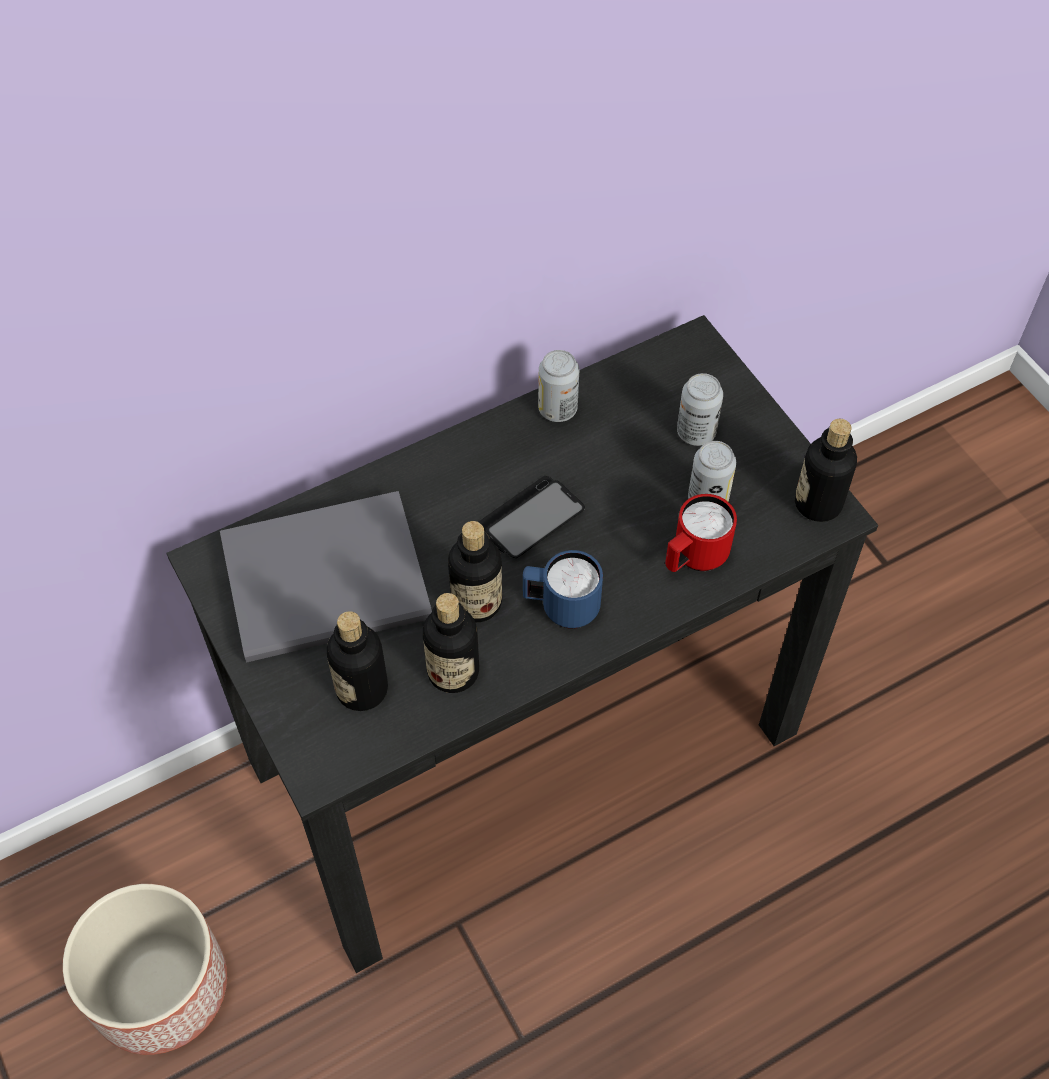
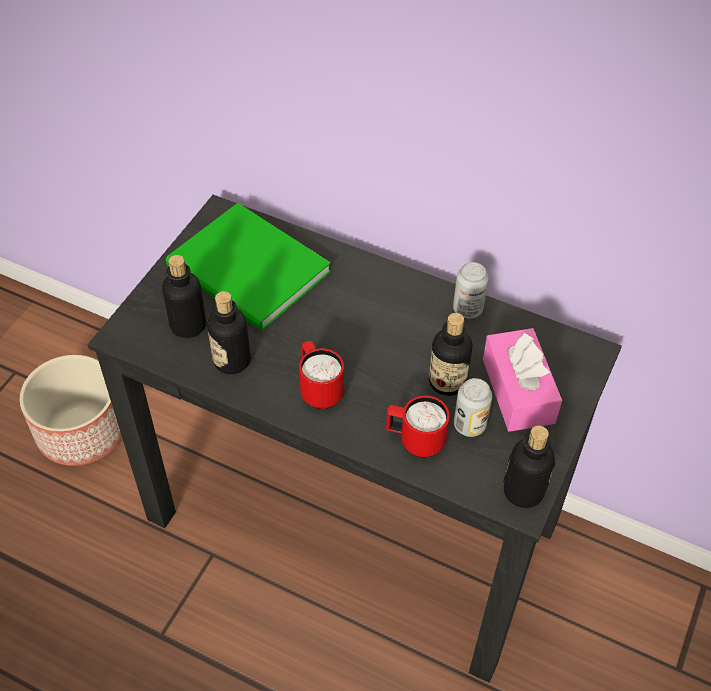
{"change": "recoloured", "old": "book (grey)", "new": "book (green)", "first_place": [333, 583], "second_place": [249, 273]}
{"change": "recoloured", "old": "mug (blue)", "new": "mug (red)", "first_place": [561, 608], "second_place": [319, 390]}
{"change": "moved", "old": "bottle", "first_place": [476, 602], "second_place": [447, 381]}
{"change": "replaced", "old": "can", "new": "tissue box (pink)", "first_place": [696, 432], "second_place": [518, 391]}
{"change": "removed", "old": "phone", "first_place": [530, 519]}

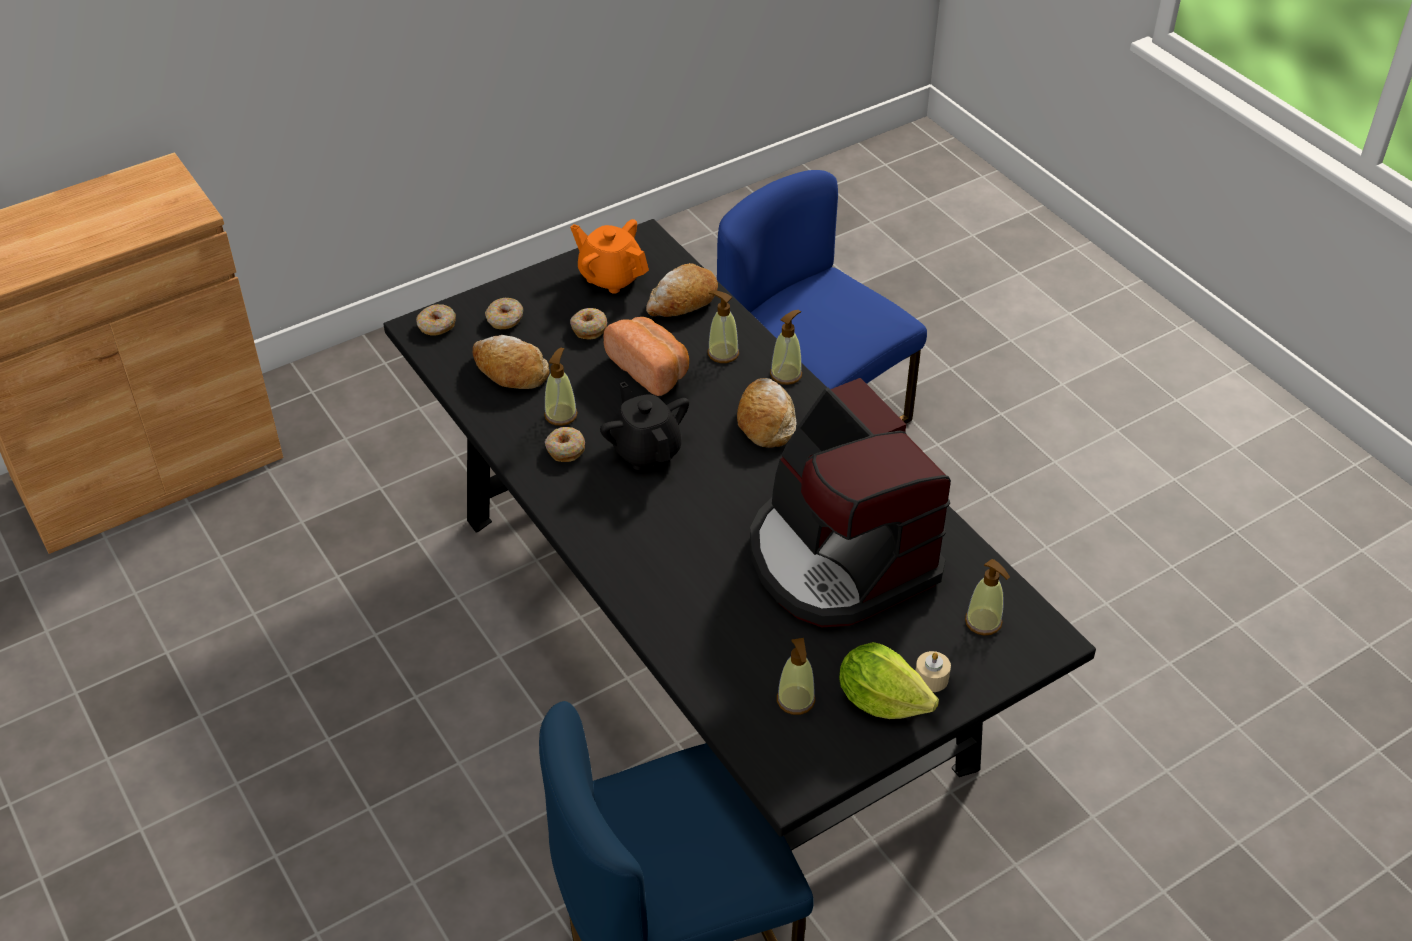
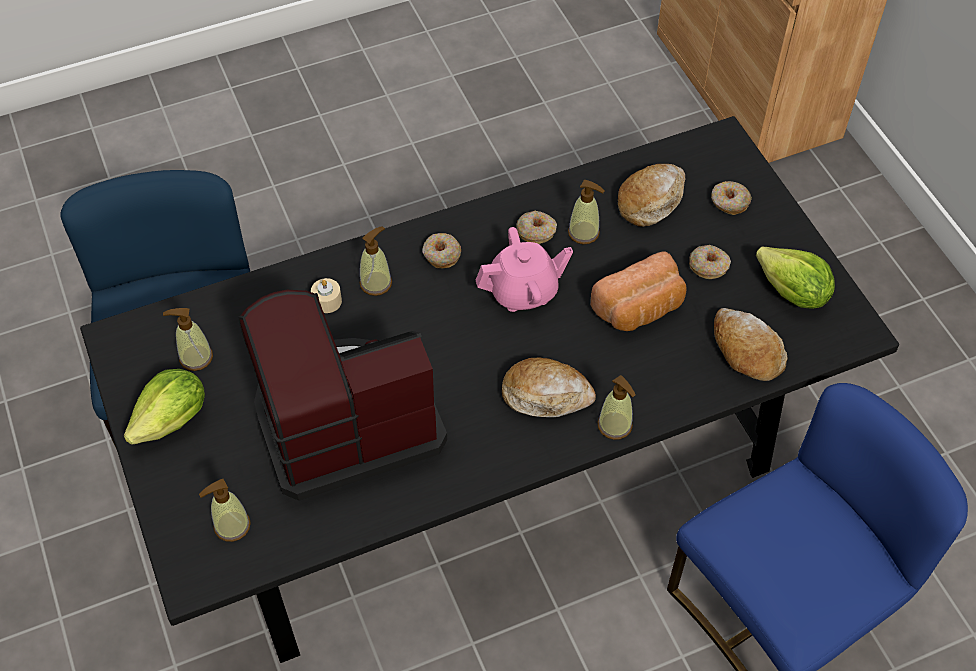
{"change": "moved", "old": "candle (beige)", "first_place": [931, 678], "second_place": [327, 301]}
{"change": "moved", "old": "soap dispenser", "first_place": [723, 353], "second_place": [376, 283]}
{"change": "moved", "old": "donut", "first_place": [437, 326], "second_place": [441, 255]}
{"change": "recoloured", "old": "teapot (black)", "new": "teapot (pink)", "first_place": [646, 450], "second_place": [523, 291]}
{"change": "replaced", "old": "teapot (orange)", "new": "lettuce", "first_place": [611, 277], "second_place": [792, 293]}

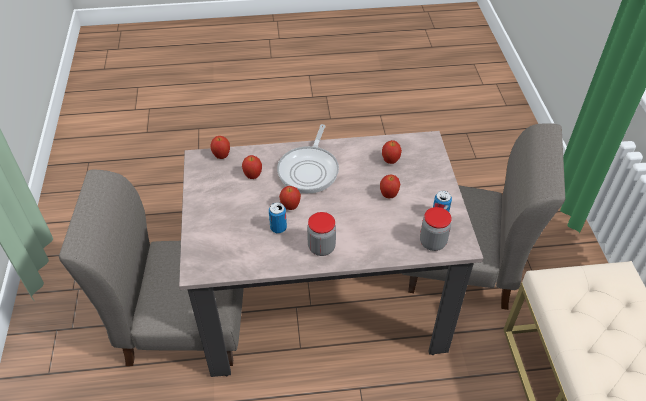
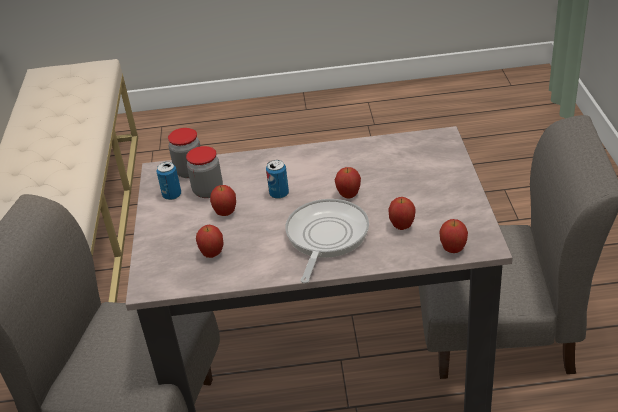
{"change": "moved", "old": "jar", "first_place": [321, 247], "second_place": [208, 191]}
{"change": "moved", "old": "can", "first_place": [278, 228], "second_place": [279, 194]}

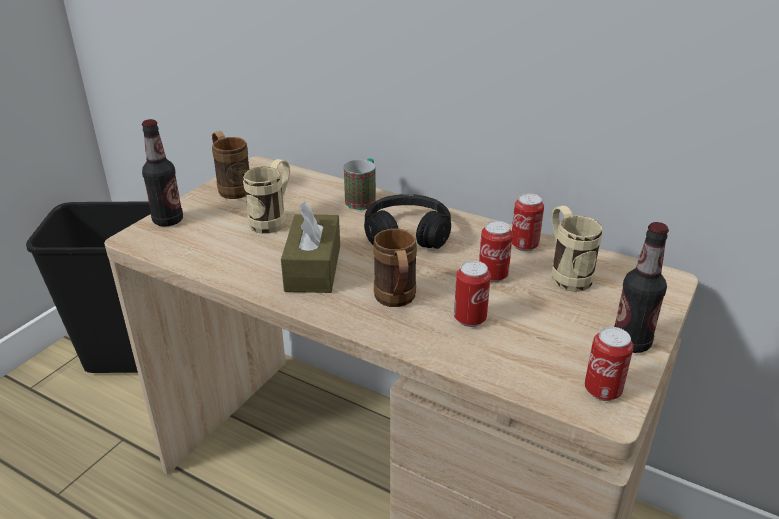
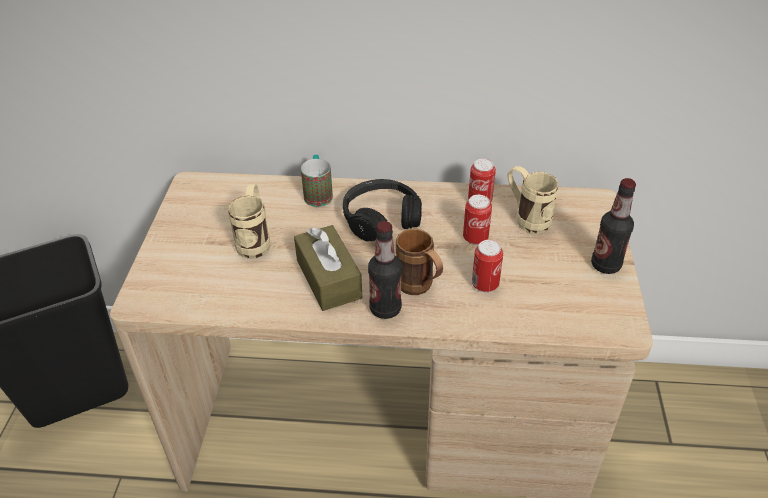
{"change": "moved", "old": "bottle", "first_place": [168, 220], "second_place": [385, 309]}
{"change": "removed", "old": "mug (brown)", "first_place": [231, 188]}
{"change": "removed", "old": "can", "first_place": [602, 391]}

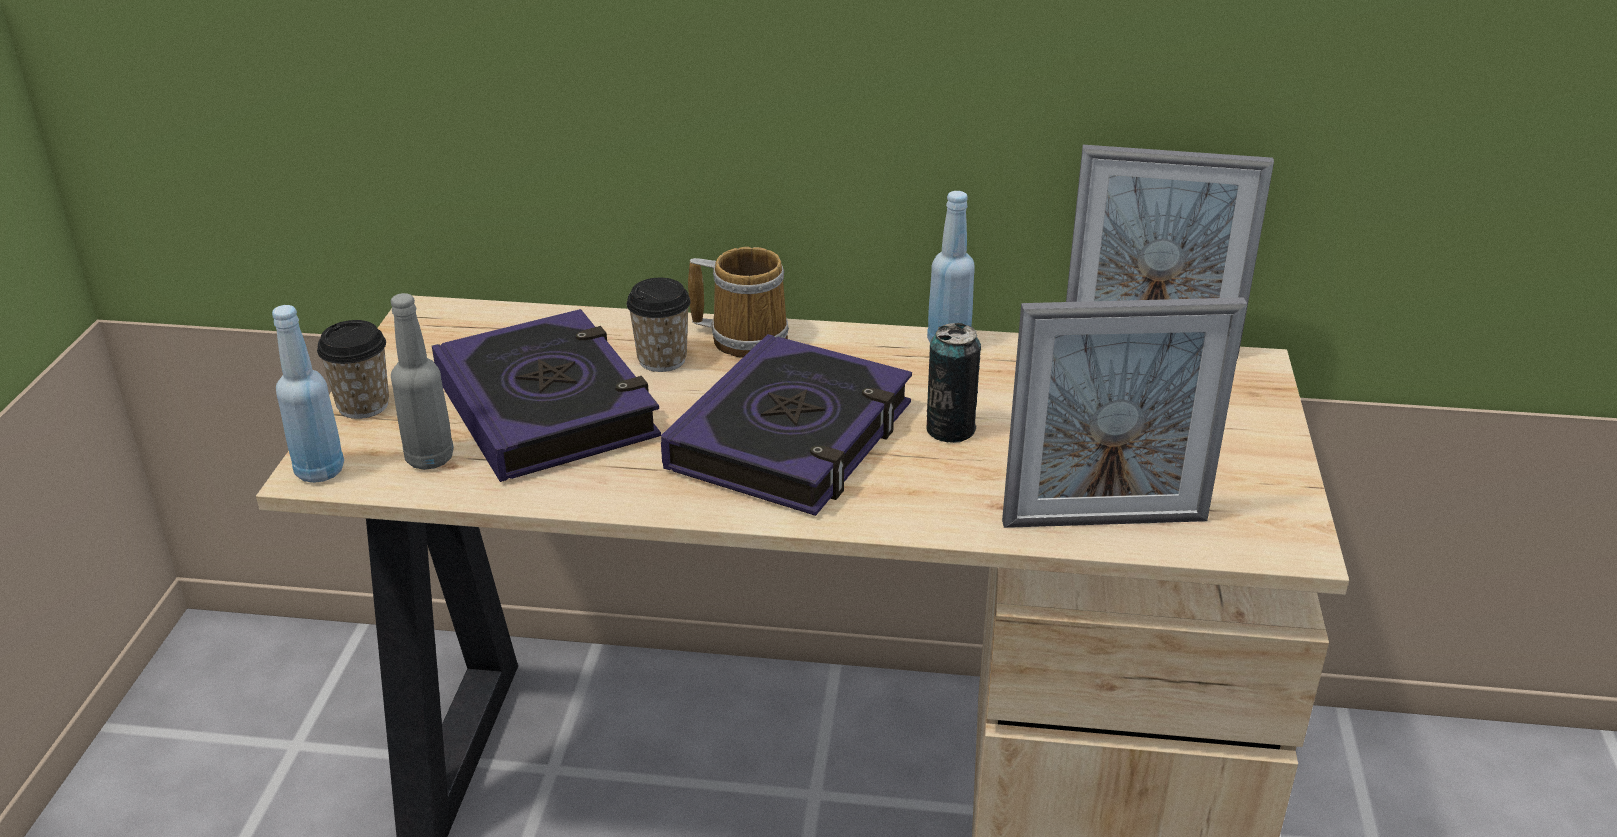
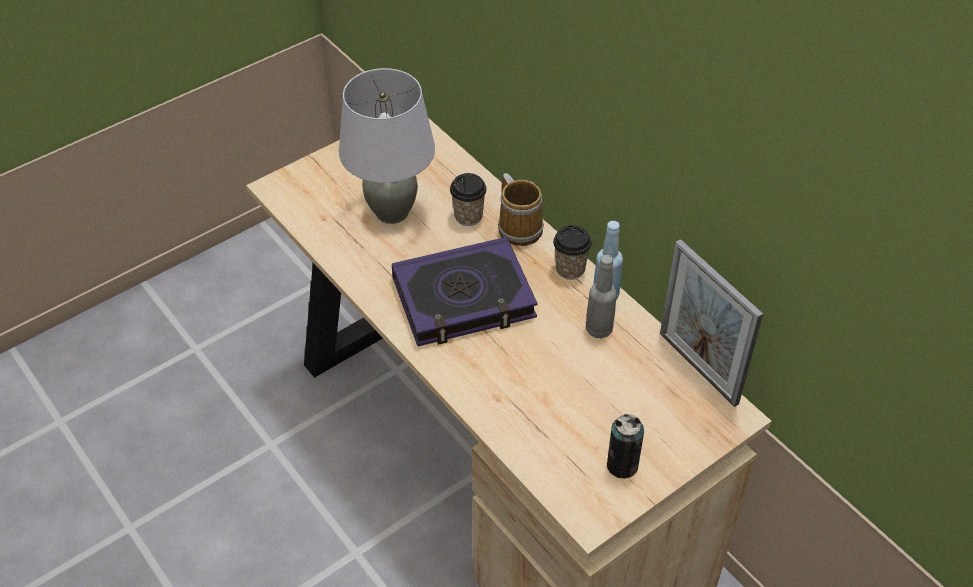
{"change": "replaced", "old": "book", "new": "table lamp (grey)", "first_place": [547, 407], "second_place": [391, 212]}
{"change": "moved", "old": "cup", "first_place": [363, 405], "second_place": [570, 269]}
{"change": "moved", "old": "bottle (grey)", "first_place": [429, 458], "second_place": [599, 329]}
{"change": "moved", "old": "can", "first_place": [950, 429], "second_place": [622, 465]}
{"change": "removed", "old": "bottle (blue)", "first_place": [319, 471]}
{"change": "removed", "old": "picture frame", "first_place": [1104, 521]}

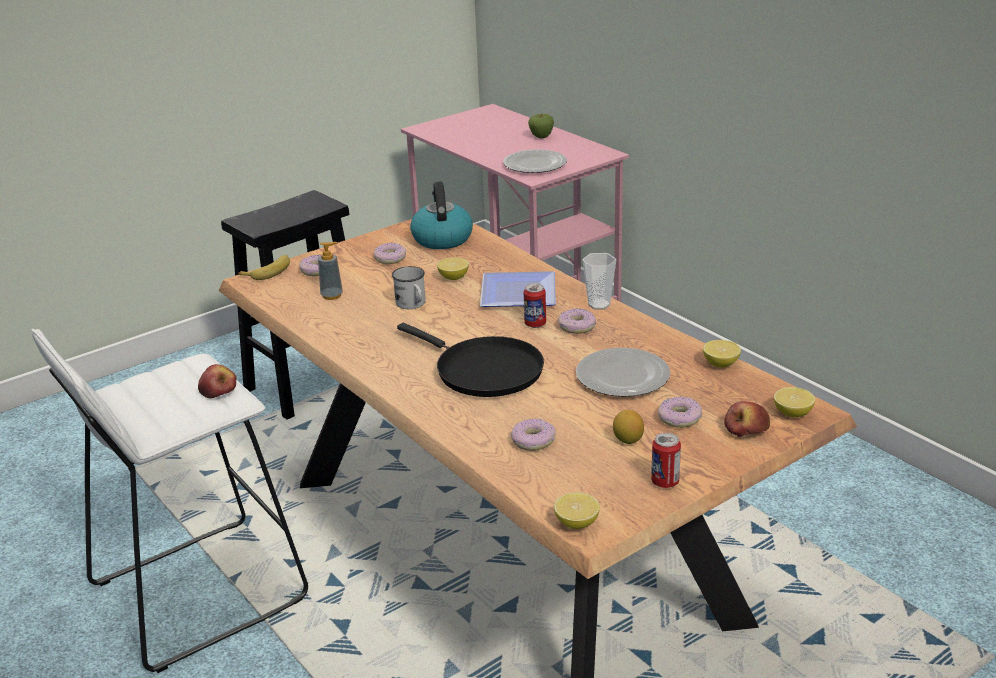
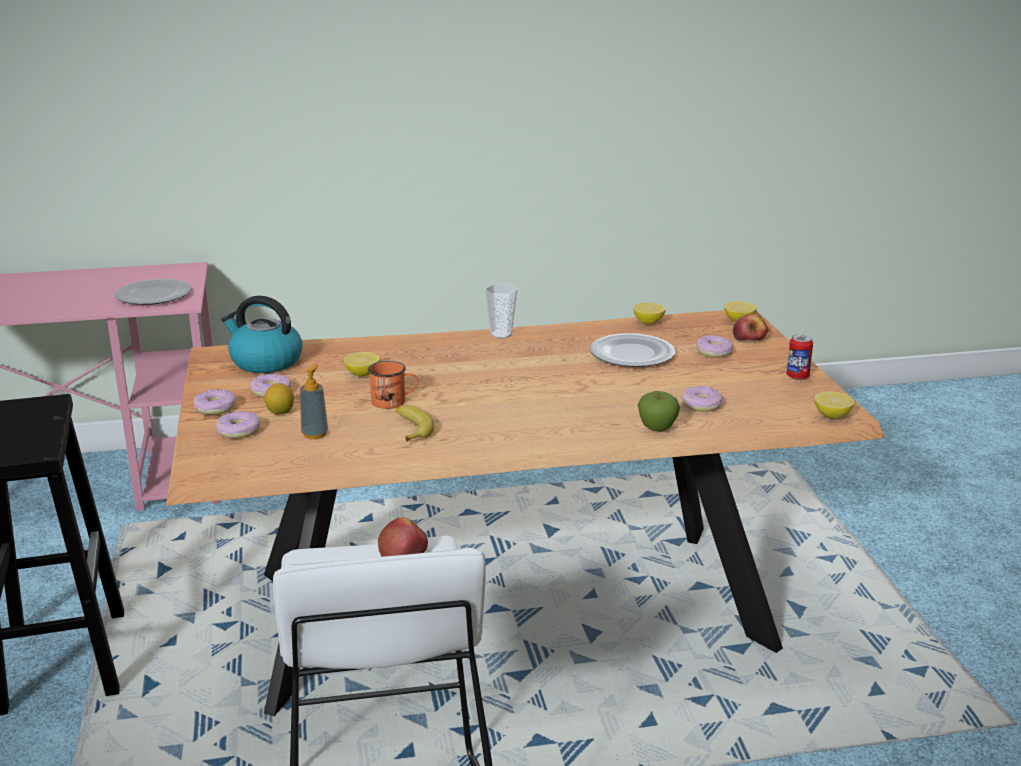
{"change": "moved", "old": "donut", "first_place": [576, 327], "second_place": [215, 408]}
{"change": "moved", "old": "lemon", "first_place": [628, 440], "second_place": [280, 412]}
{"change": "recoloured", "old": "mug (white)", "new": "mug (orange)", "first_place": [412, 305], "second_place": [394, 401]}
{"change": "moved", "old": "banana", "first_place": [269, 272], "second_place": [411, 428]}
{"change": "moved", "old": "apple", "first_place": [541, 137], "second_place": [657, 428]}
{"change": "removed", "old": "frying pan (black)", "first_place": [483, 371]}
{"change": "removed", "old": "plate", "first_place": [521, 294]}
{"change": "removed", "old": "can", "first_place": [535, 324]}

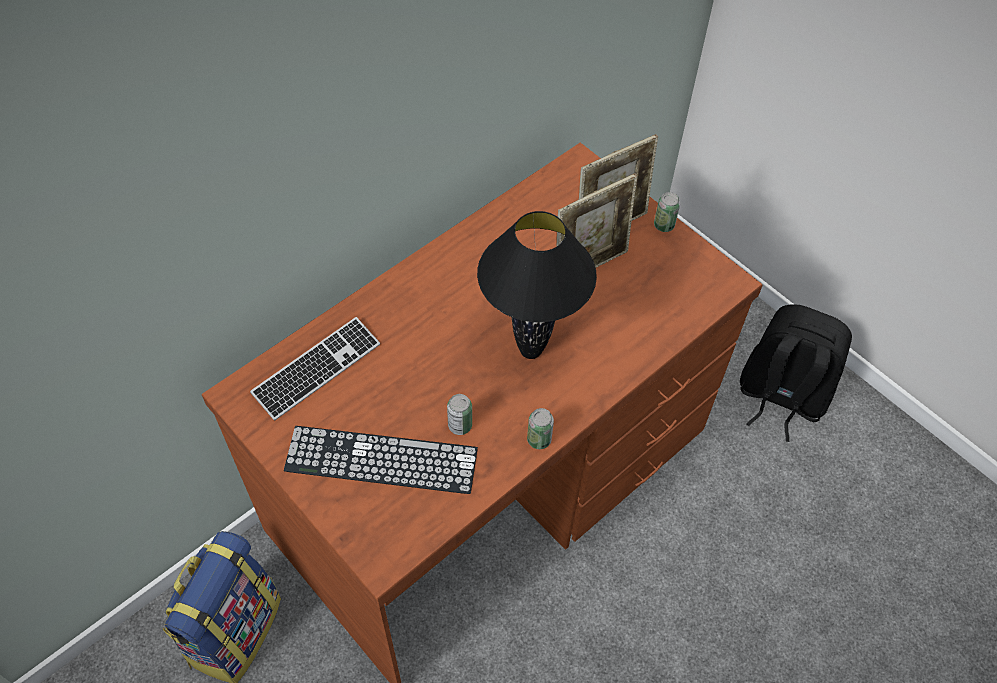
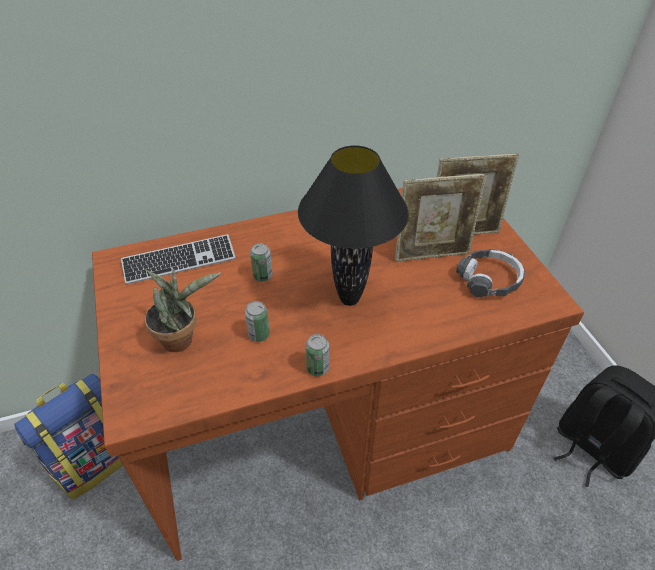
{"change": "replaced", "old": "keyboard", "new": "potted plant", "first_place": [381, 460], "second_place": [182, 338]}
{"change": "moved", "old": "can", "first_place": [664, 225], "second_place": [263, 276]}
{"change": "added", "new": "headphones", "second_place": [489, 280]}

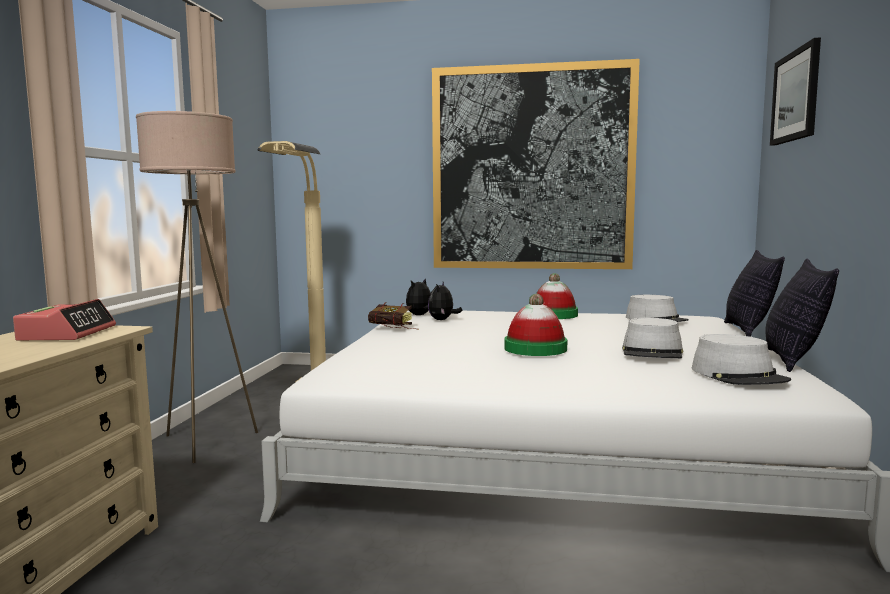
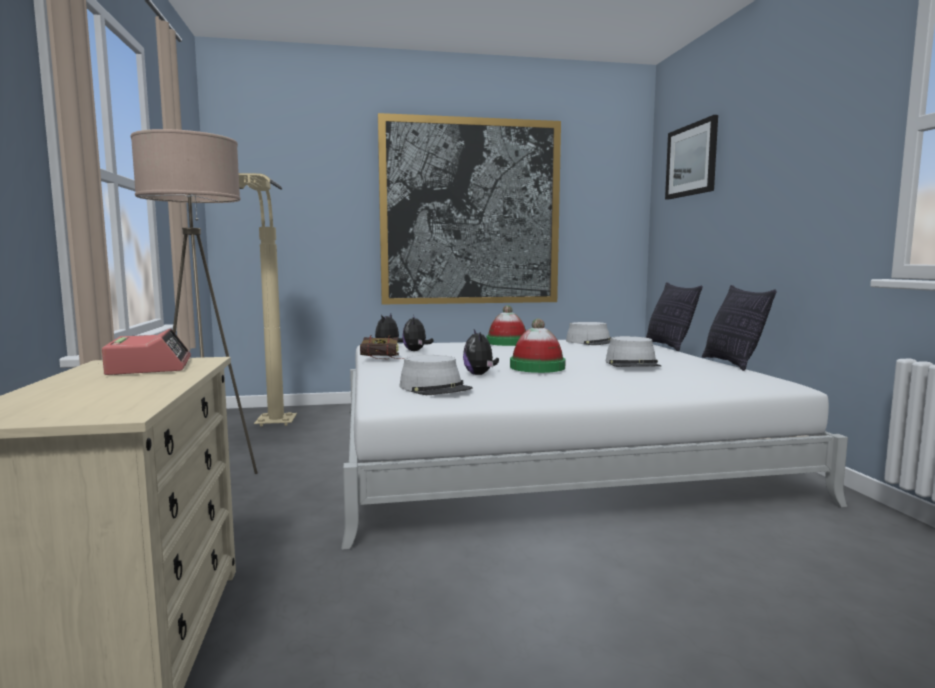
{"change": "moved", "old": "hat (grey)", "first_place": [738, 375], "second_place": [435, 388]}
{"change": "added", "new": "plush toy", "second_place": [480, 374]}

